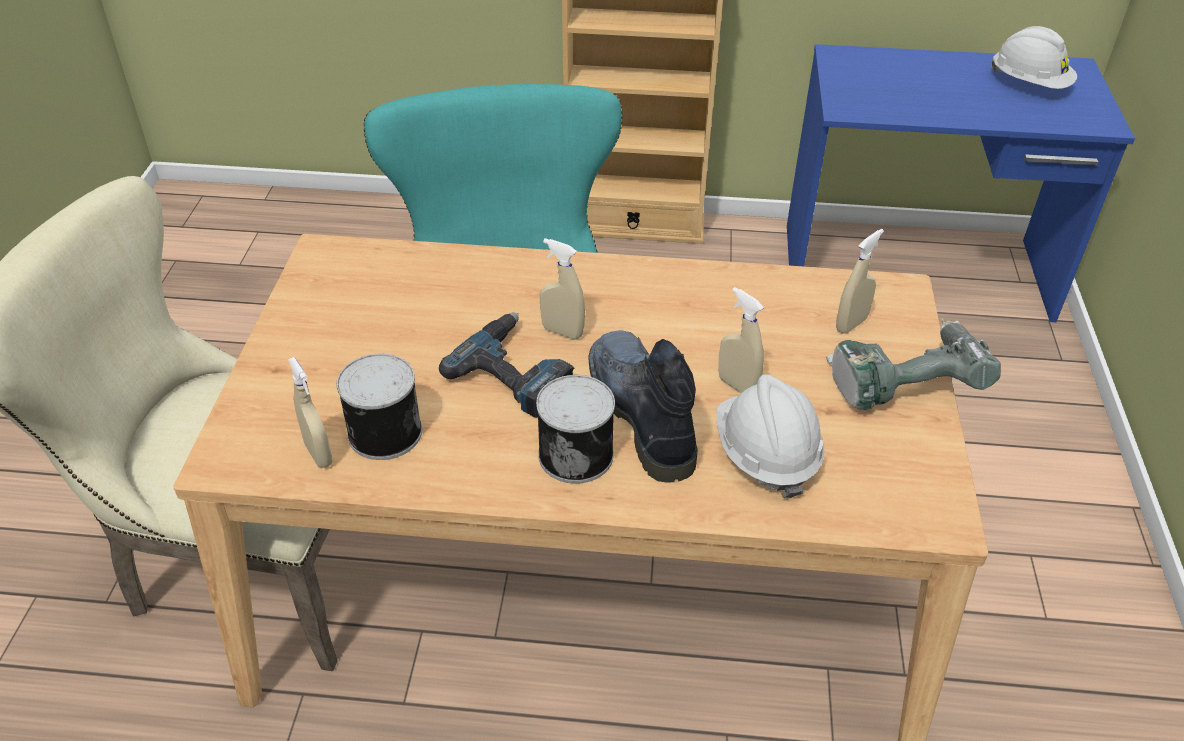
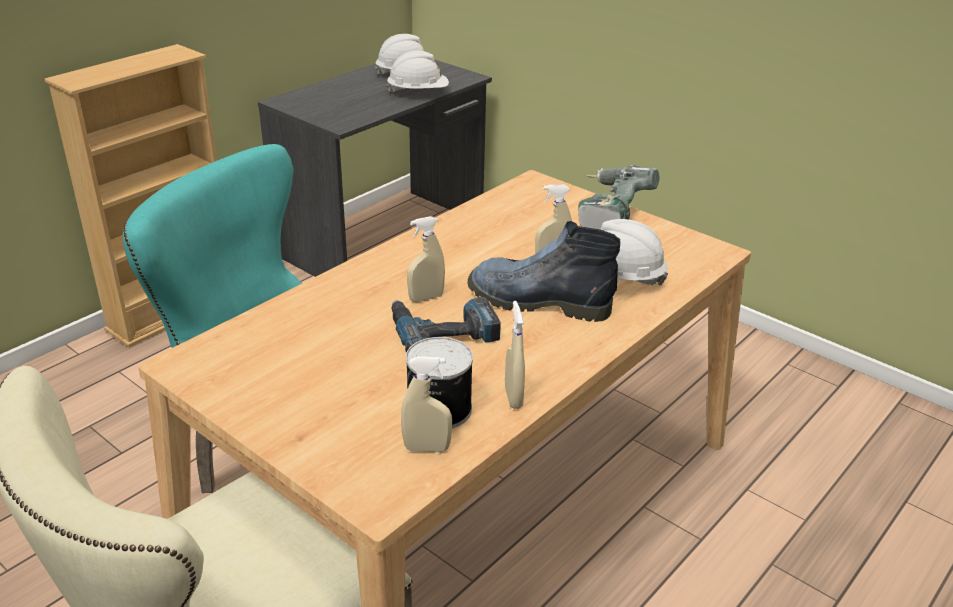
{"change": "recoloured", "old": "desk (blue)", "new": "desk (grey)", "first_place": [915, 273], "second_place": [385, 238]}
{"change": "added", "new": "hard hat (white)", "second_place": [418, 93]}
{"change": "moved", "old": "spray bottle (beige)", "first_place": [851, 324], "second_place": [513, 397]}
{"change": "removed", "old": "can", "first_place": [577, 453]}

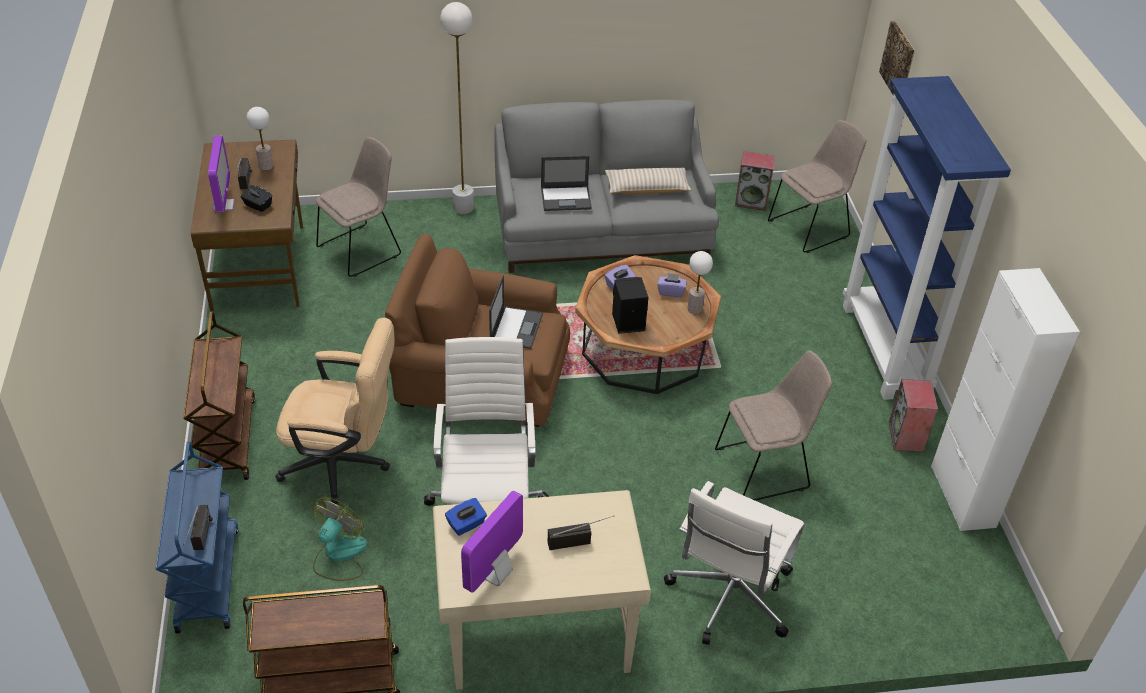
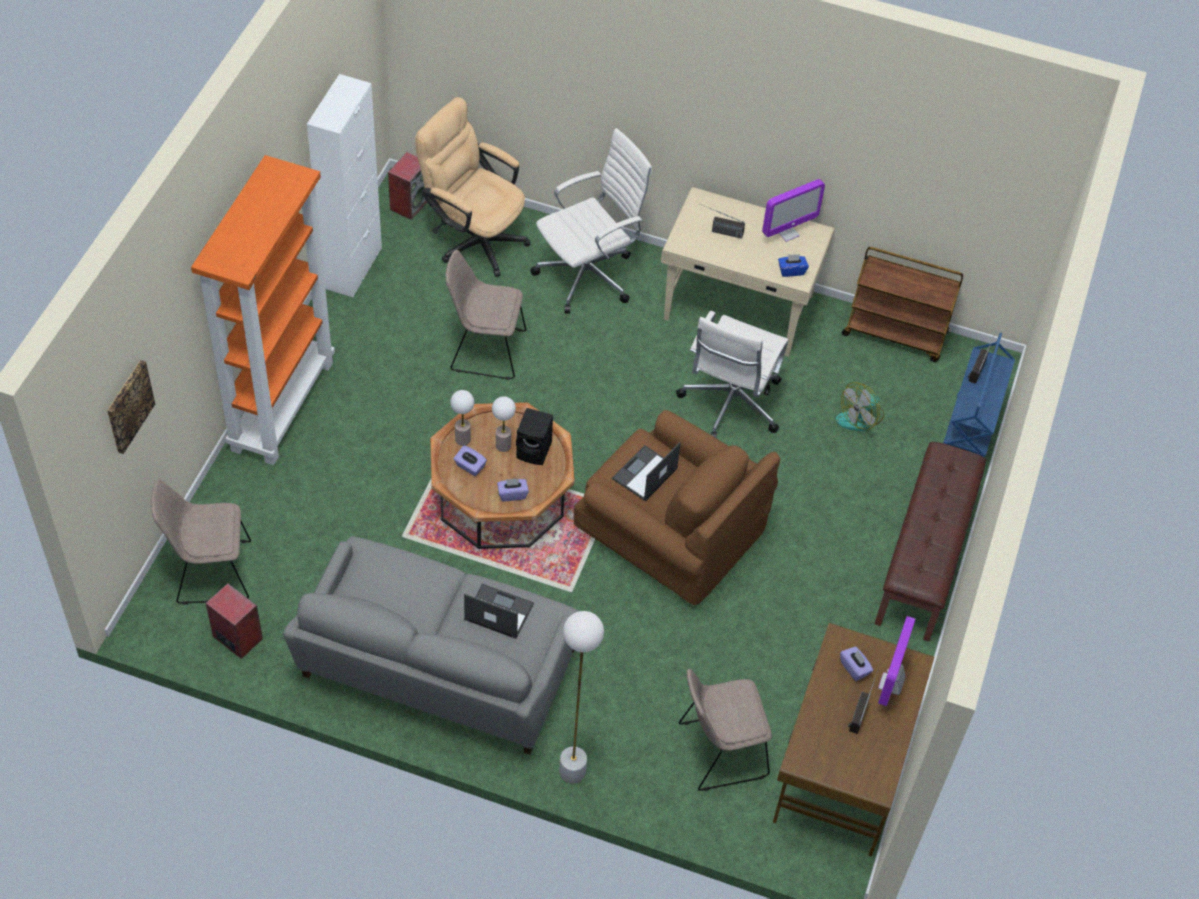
{"change": "recoloured", "old": "bookcase (blue)", "new": "bookcase (orange)", "first_place": [885, 350], "second_place": [282, 405]}
{"change": "moved", "old": "speaker", "first_place": [906, 437], "second_place": [409, 204]}
{"change": "moved", "old": "office chair (beige)", "first_place": [344, 464], "second_place": [473, 238]}
{"change": "moved", "old": "table lamp", "first_place": [266, 166], "second_place": [503, 445]}
{"change": "recoloured", "old": "tissue box (black)", "new": "tissue box (purple)", "first_place": [257, 205], "second_place": [854, 668]}
{"change": "replaced", "old": "cart (brown)", "new": "bench (brown)", "first_place": [227, 439], "second_place": [925, 559]}
{"change": "removed", "old": "pillow (beige)", "first_place": [647, 188]}

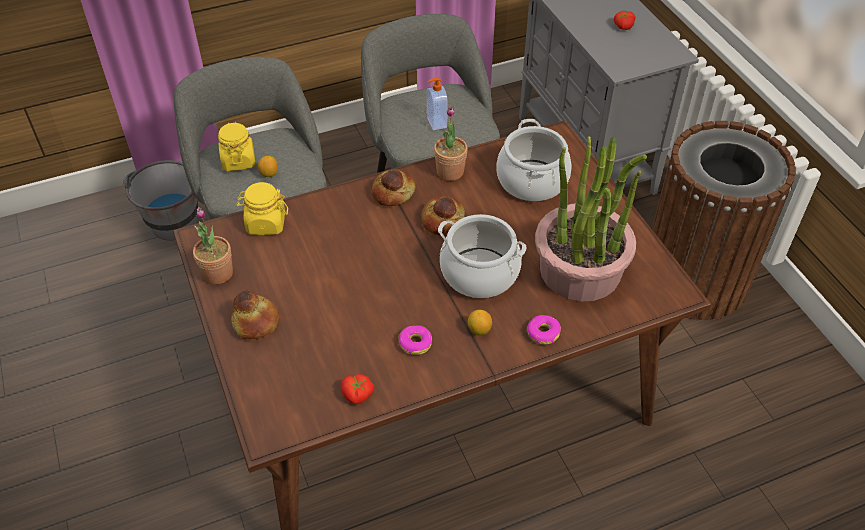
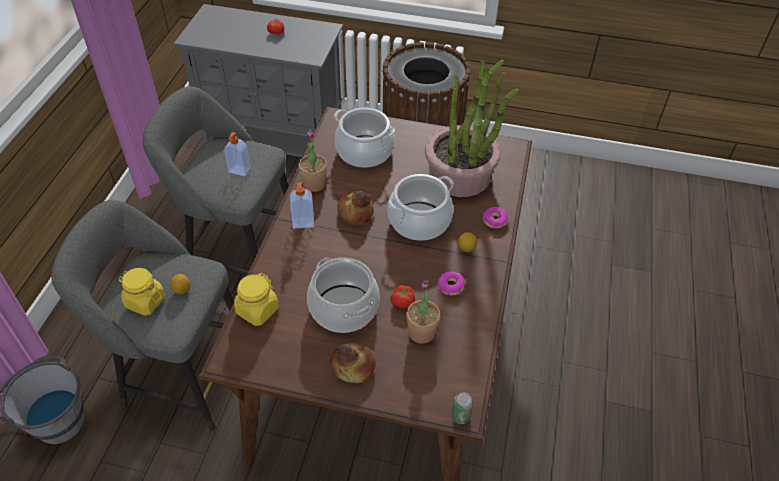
{"change": "replaced", "old": "bread", "new": "soap dispenser", "first_place": [393, 193], "second_place": [303, 223]}
{"change": "added", "new": "cooking pot", "second_place": [344, 308]}
{"change": "moved", "old": "tomato", "first_place": [357, 395], "second_place": [403, 302]}
{"change": "moved", "old": "potted plant", "first_place": [217, 273], "second_place": [421, 332]}
{"change": "added", "new": "can", "second_place": [460, 416]}

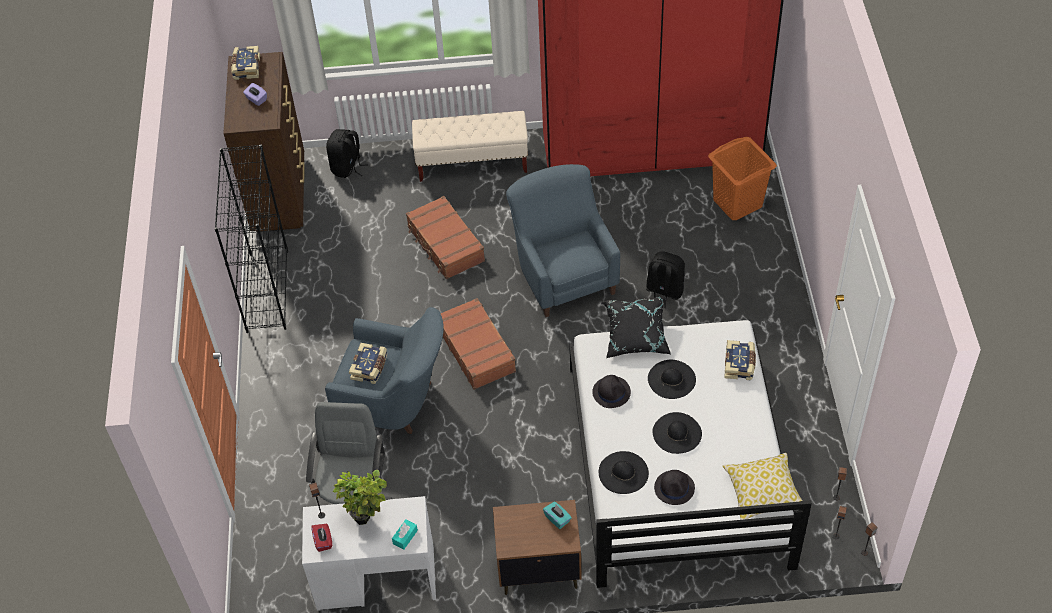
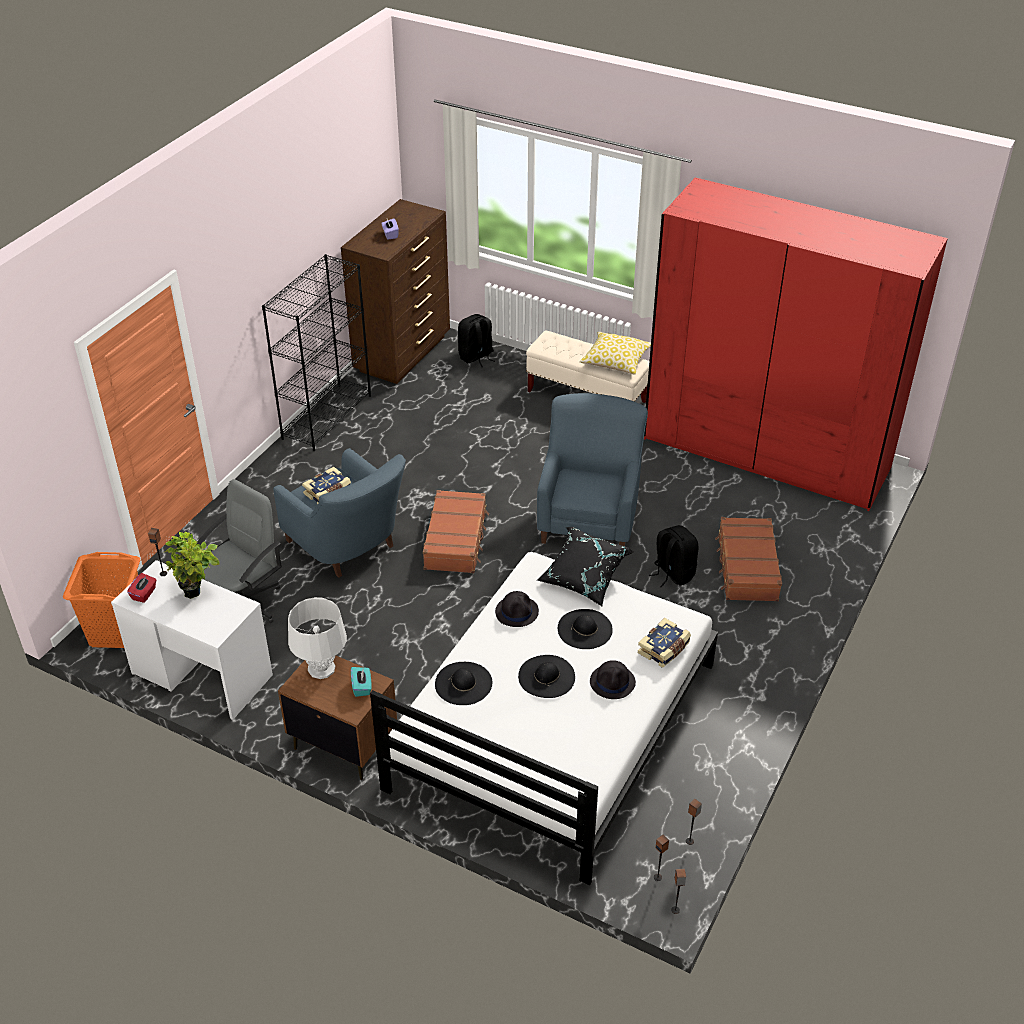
{"change": "moved", "old": "laundry basket (orange)", "first_place": [737, 203], "second_place": [117, 632]}
{"change": "added", "new": "table lamp (grey)", "second_place": [321, 668]}
{"change": "moved", "old": "pillow", "first_place": [762, 493], "second_place": [615, 361]}
{"change": "moved", "old": "hat (black)", "first_place": [674, 488], "second_place": [613, 682]}
{"change": "moved", "old": "suitcase (brown)", "first_place": [445, 244], "second_place": [746, 567]}
{"change": "removed", "old": "book", "first_place": [246, 68]}
{"change": "removed", "old": "tissue box (turquoise)", "first_place": [405, 537]}

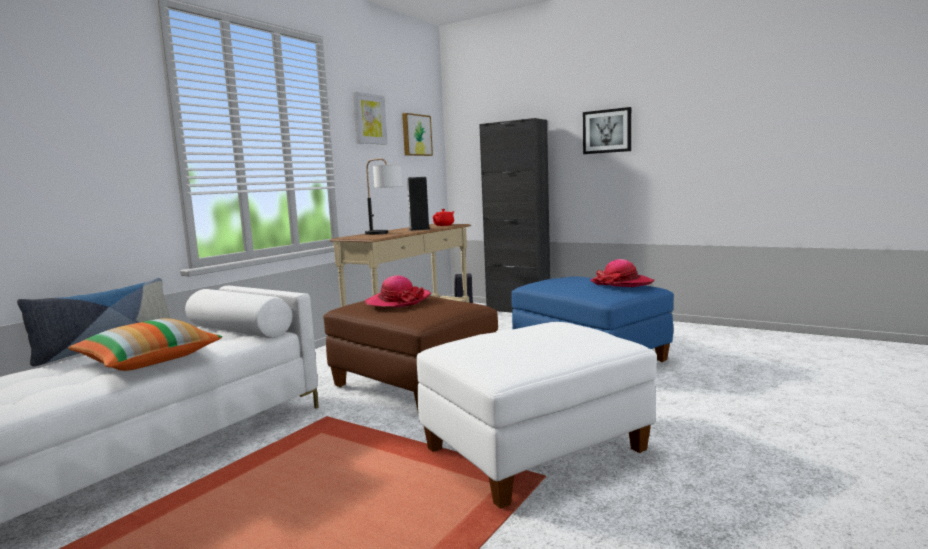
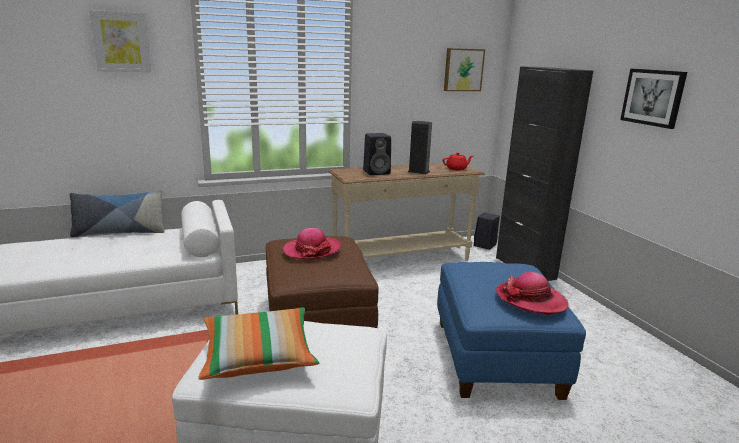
{"change": "moved", "old": "picture", "first_place": [369, 119], "second_place": [121, 42]}
{"change": "moved", "old": "pillow", "first_place": [149, 361], "second_place": [258, 356]}
{"change": "replaced", "old": "table lamp", "new": "speaker (black)", "first_place": [385, 233], "second_place": [377, 172]}

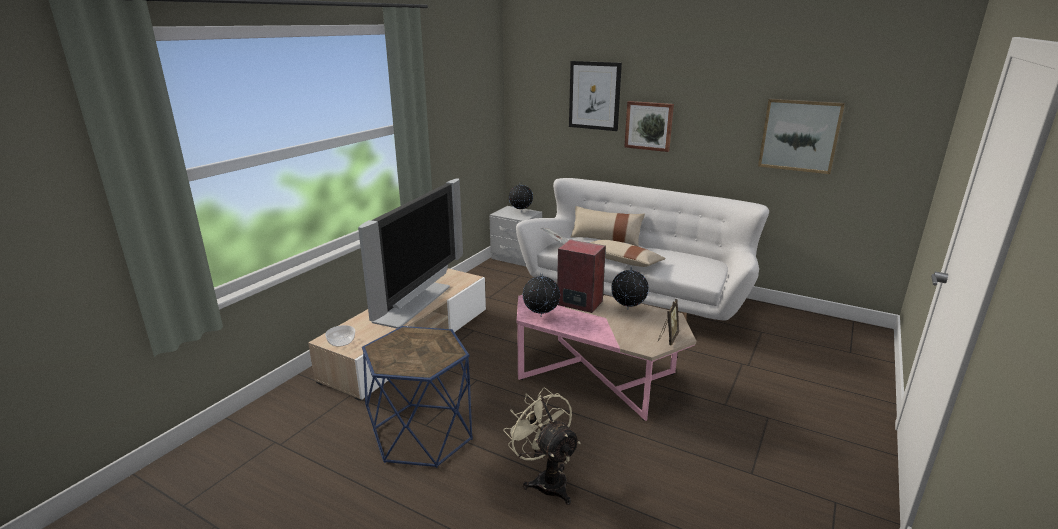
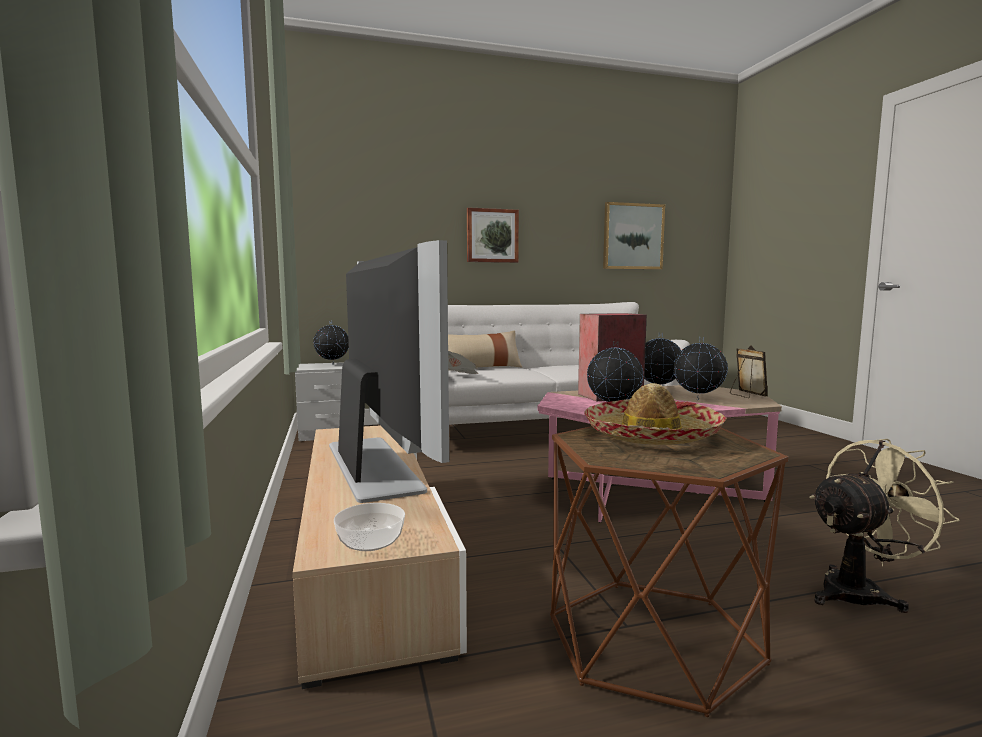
{"change": "recoloured", "old": "side table (blue)", "new": "side table (brown)", "first_place": [422, 434], "second_place": [652, 639]}
{"change": "added", "new": "hat", "second_place": [651, 435]}
{"change": "added", "new": "globe", "second_place": [698, 400]}
{"change": "turned", "old": "fan (beige)", "first_place": [546, 480], "second_place": [861, 592], "degrees": 150}
{"change": "removed", "old": "picture", "first_place": [594, 95]}
{"change": "removed", "old": "pillow (beige)", "first_place": [621, 261]}

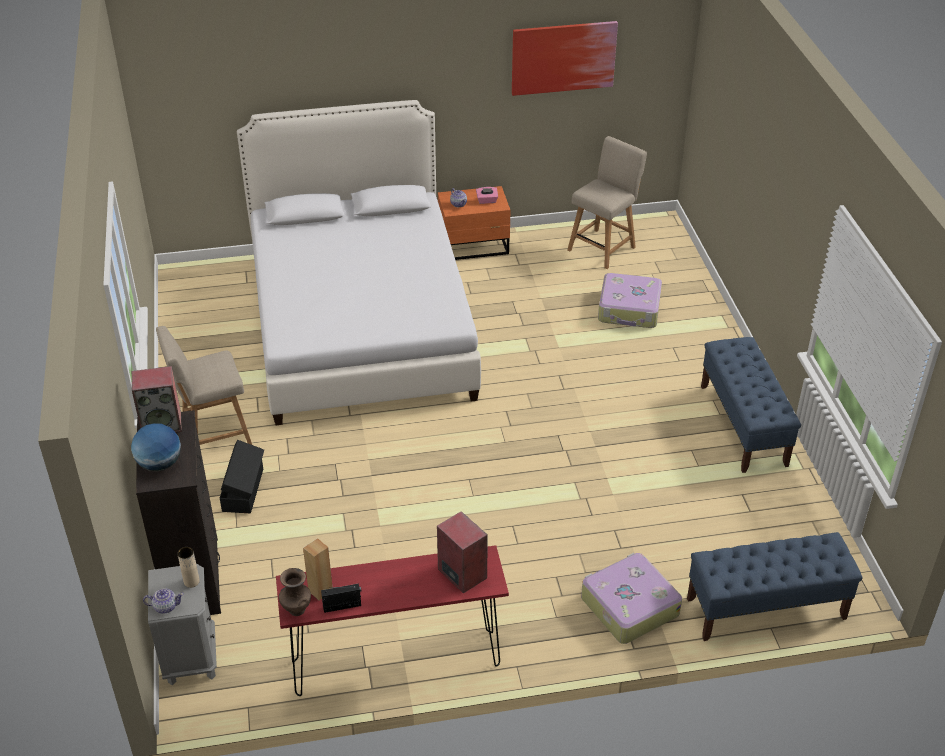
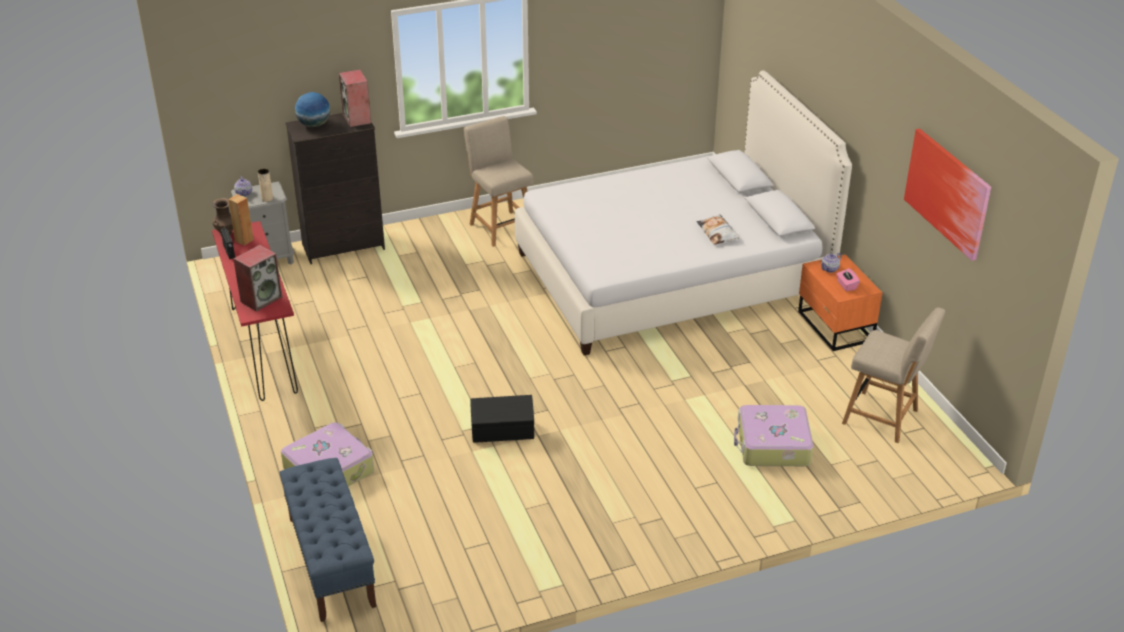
{"change": "moved", "old": "storage box (black)", "first_place": [244, 489], "second_place": [503, 432]}
{"change": "added", "new": "pillow", "second_place": [717, 233]}
{"change": "removed", "old": "bench (blue)", "first_place": [743, 425]}

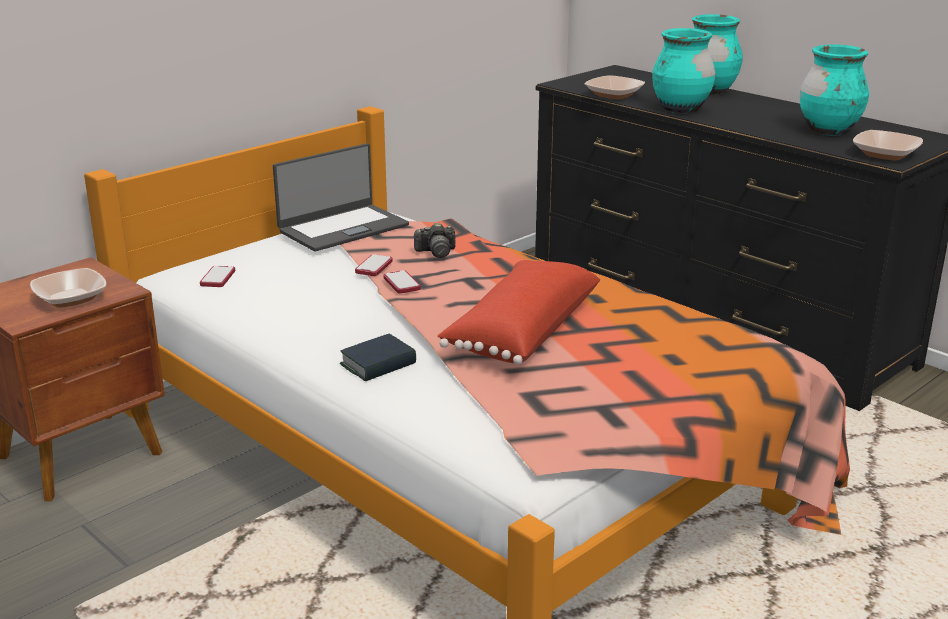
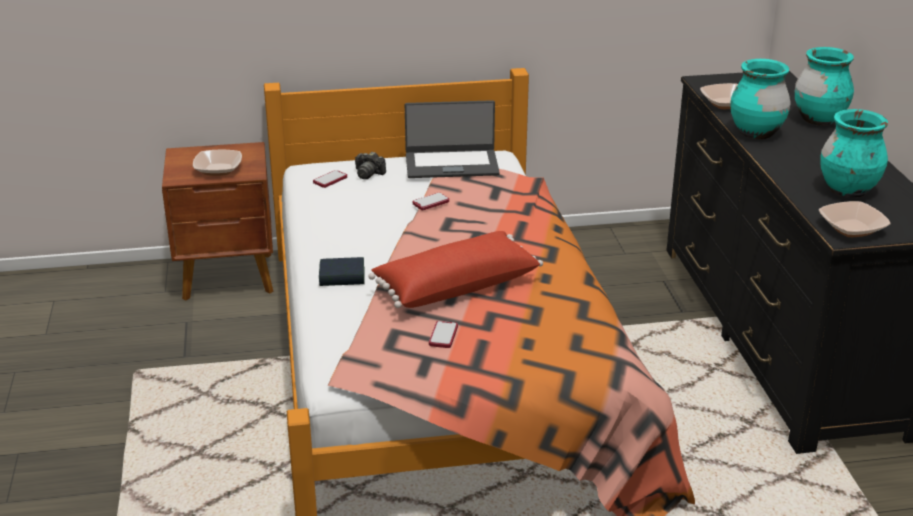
{"change": "moved", "old": "photo camera", "first_place": [436, 252], "second_place": [368, 174]}
{"change": "moved", "old": "phone", "first_place": [401, 283], "second_place": [443, 335]}

